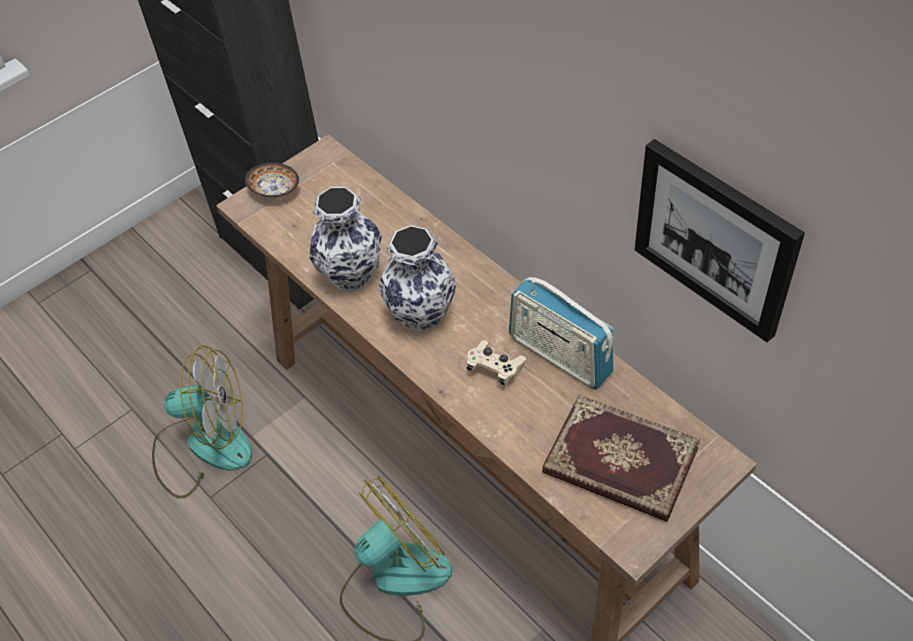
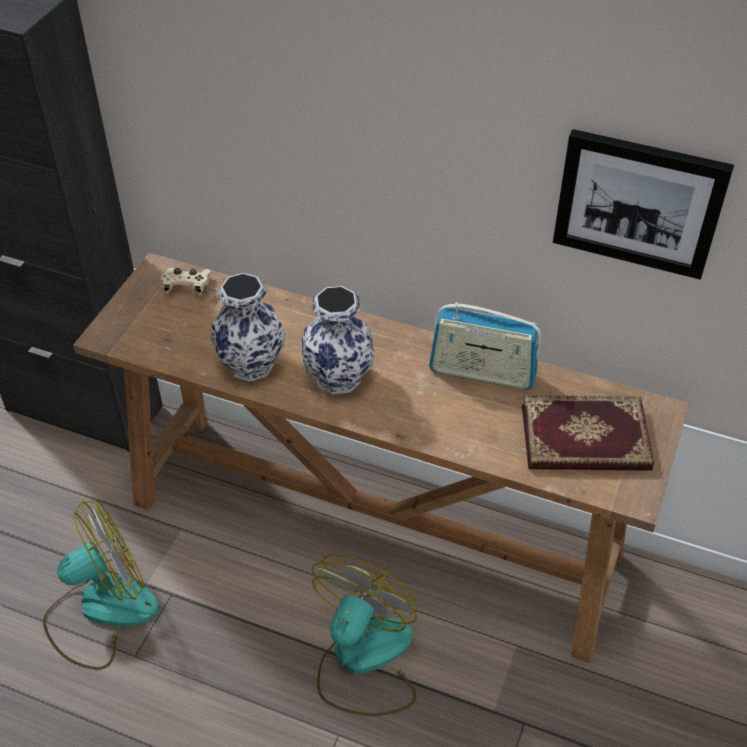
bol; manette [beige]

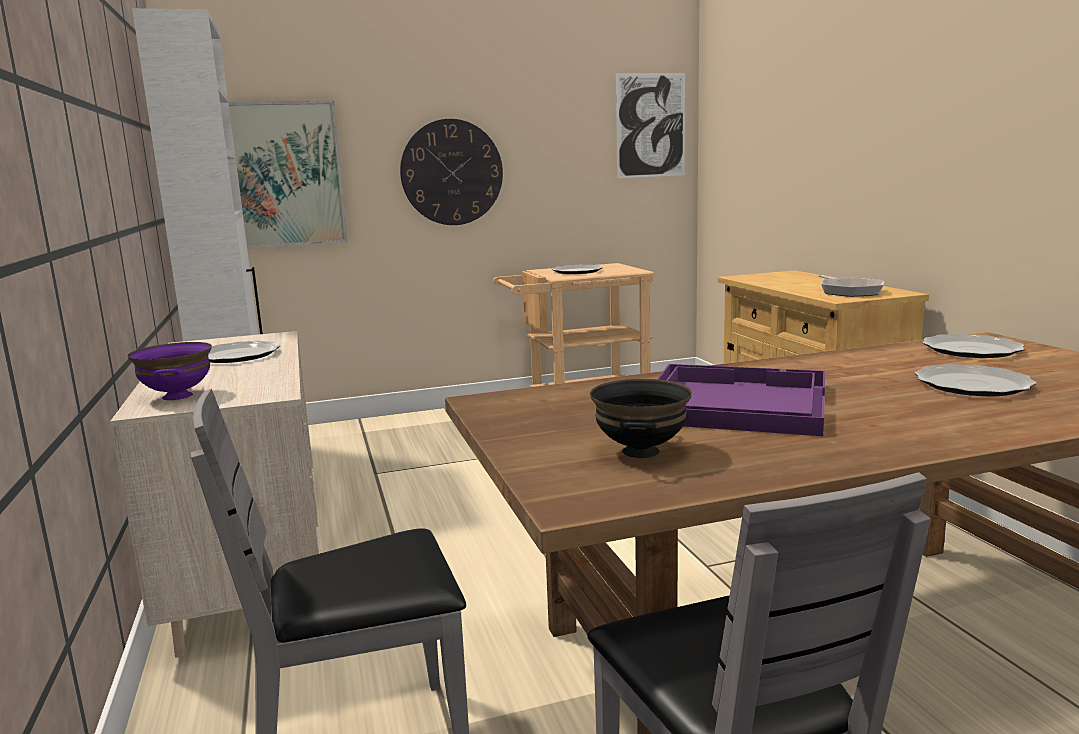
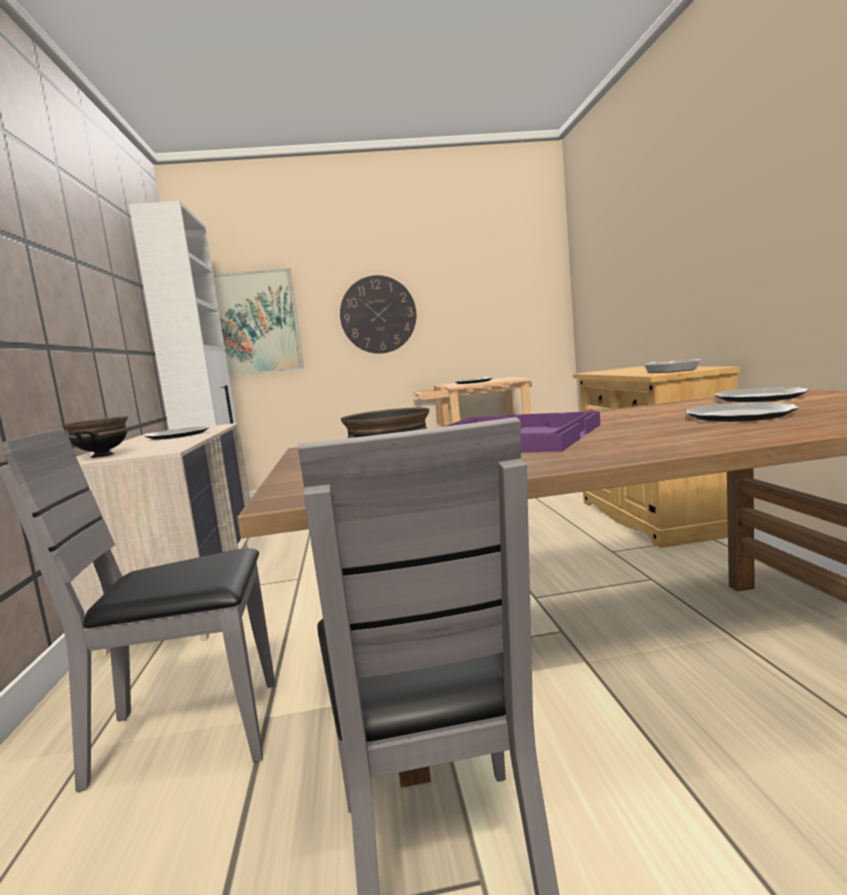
tableau (no. 2 from left in the first image); bol [noir] (no. 1 from left)

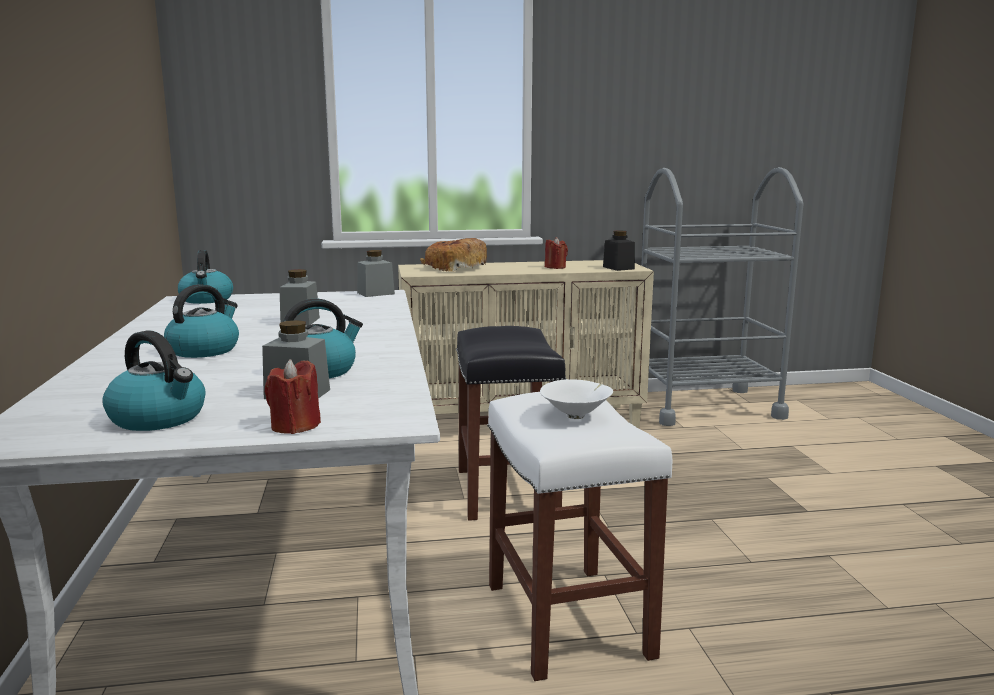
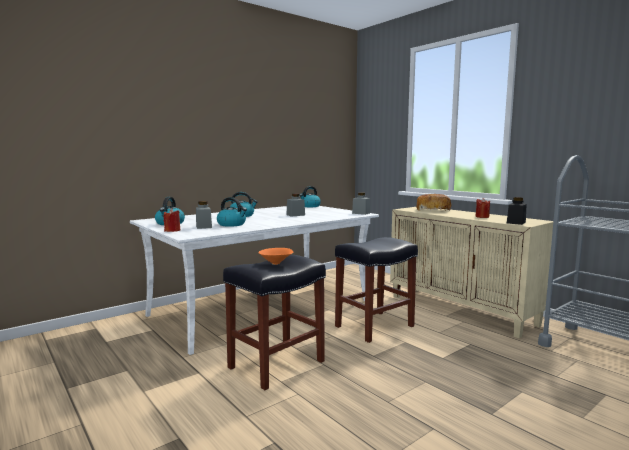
bol [orange]; tabouret [noir] (no. 1 from left)

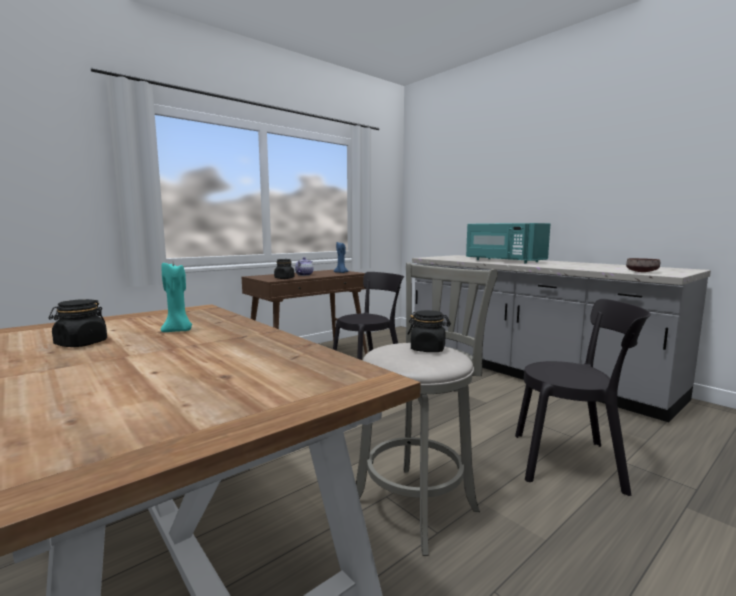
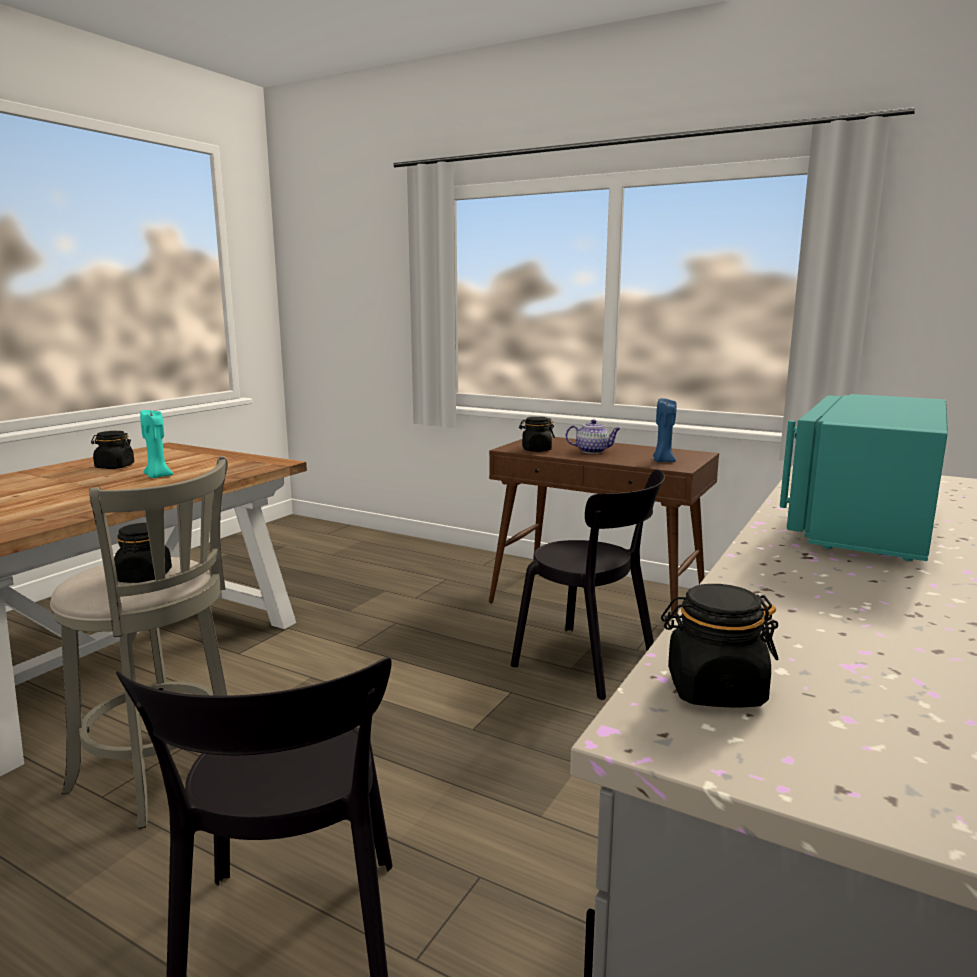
bocal [noir] (no. 4 from left)

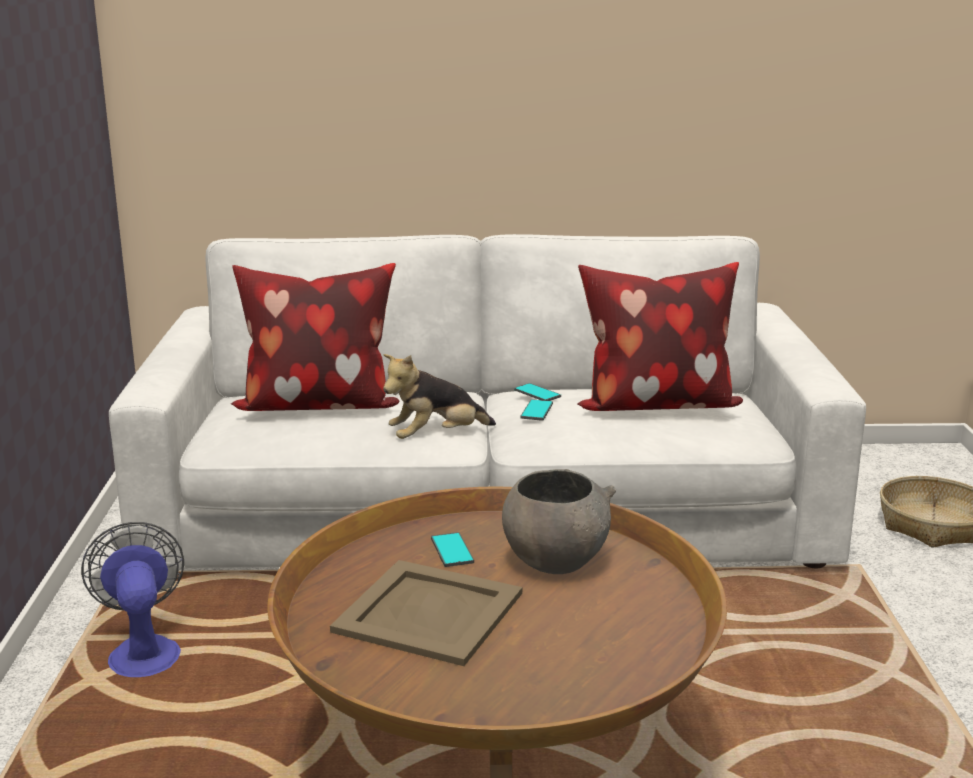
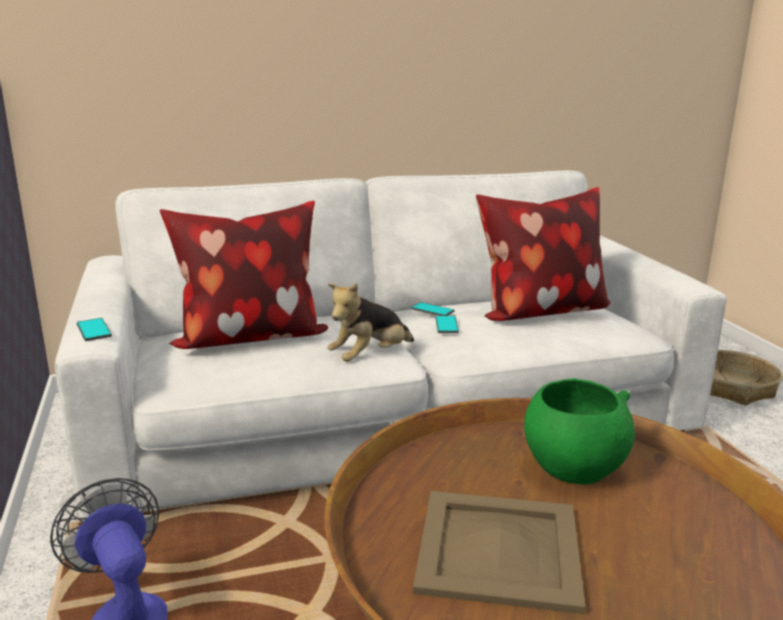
bol [vert]; téléphone (no. 1 from left)

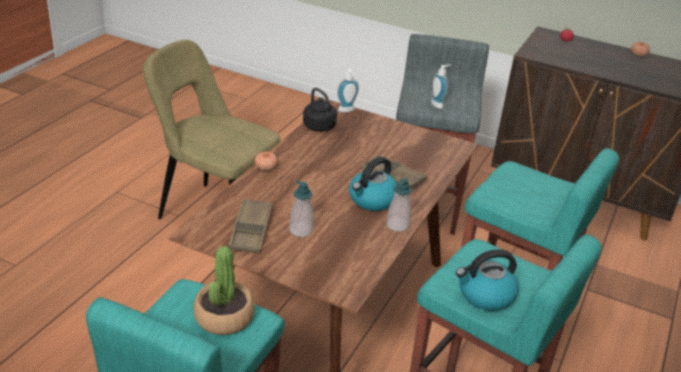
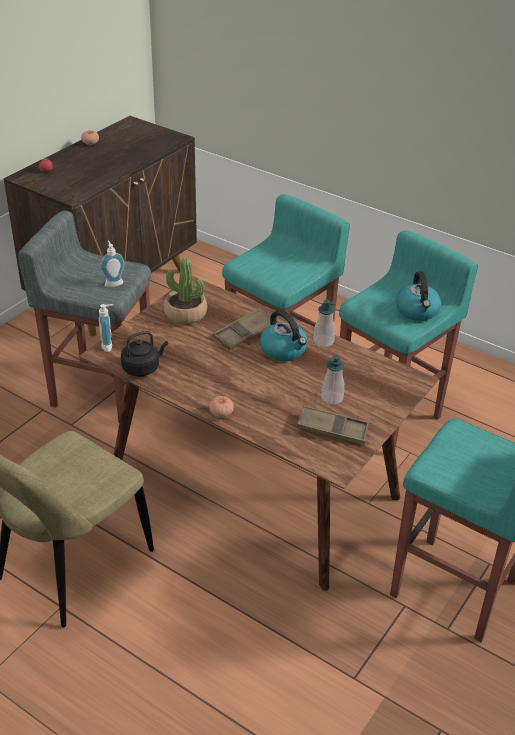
plante en pot

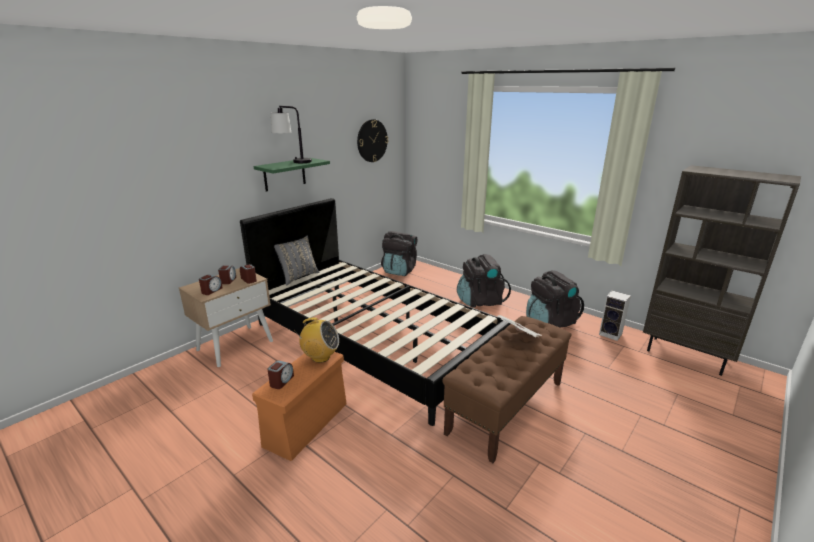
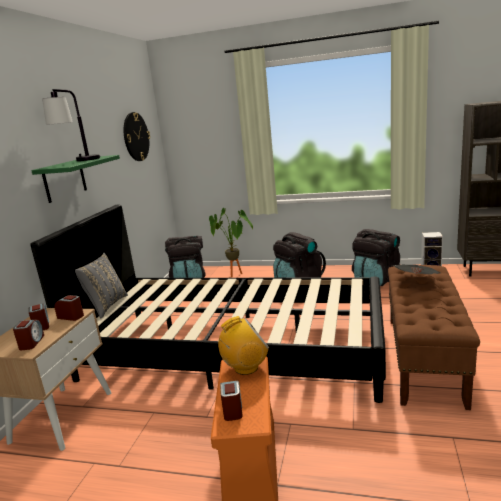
plante en pot

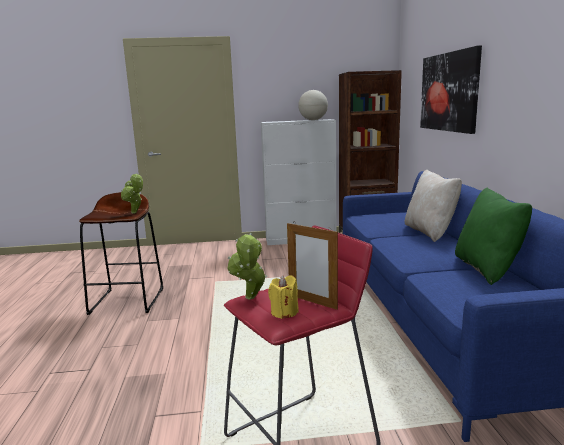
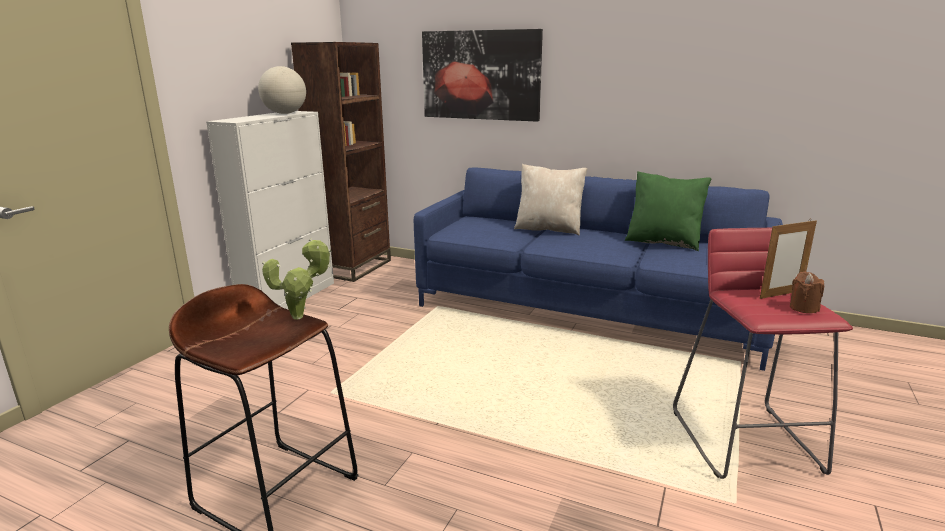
plante en pot (no. 2 from left in the first image); bougie [marron]

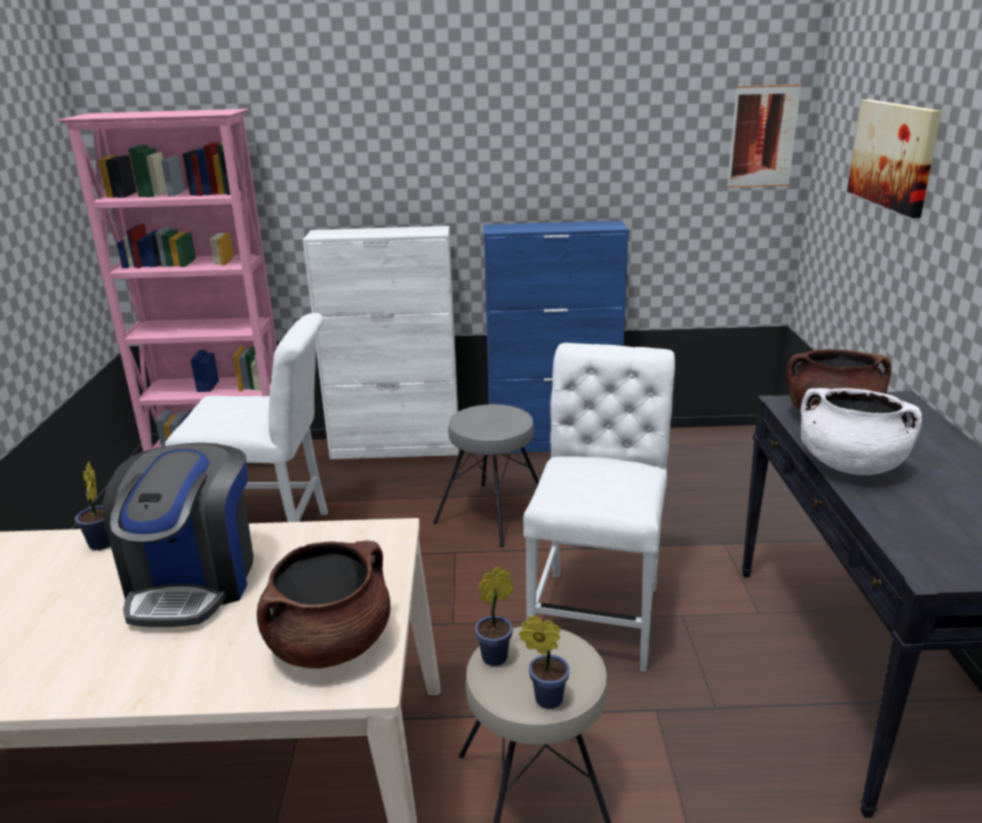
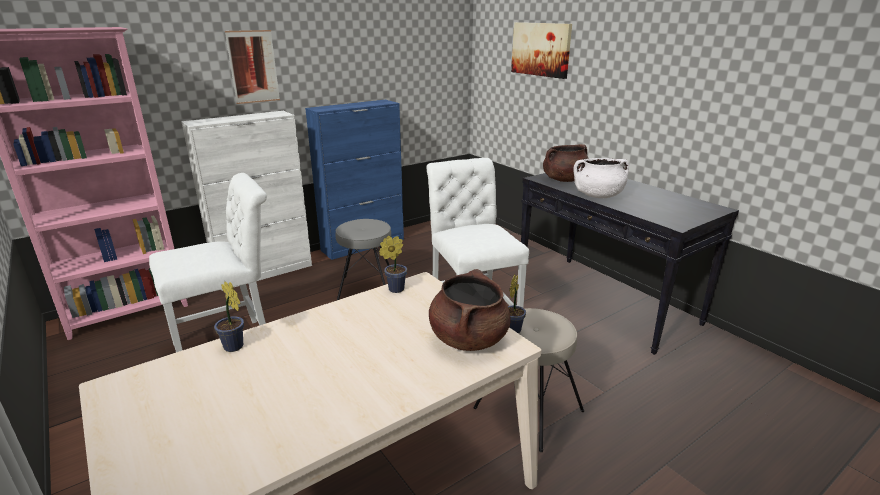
tableau (no. 1 from left); machine à café; plante en pot (no. 2 from left)

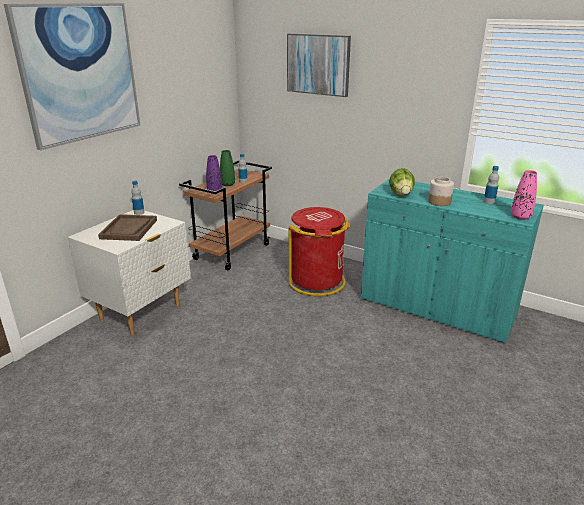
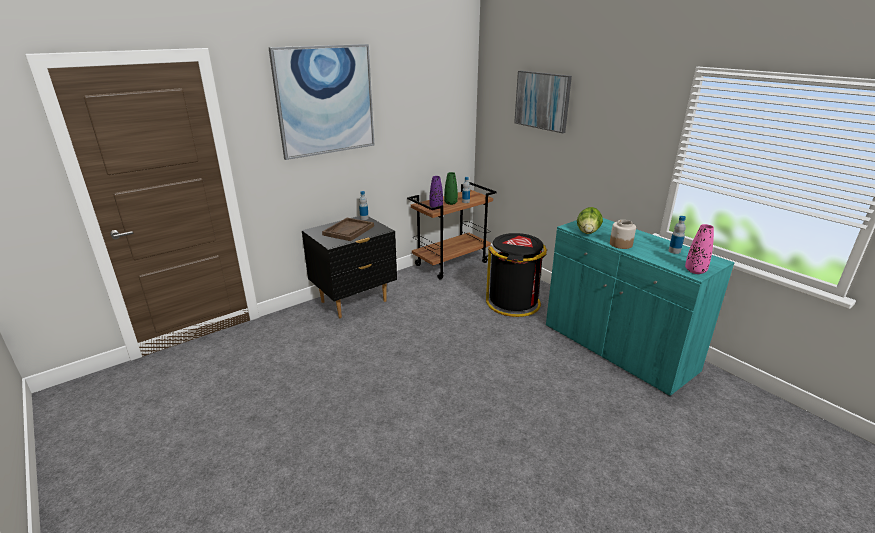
poubelle [noir]; table de chevet [noir]

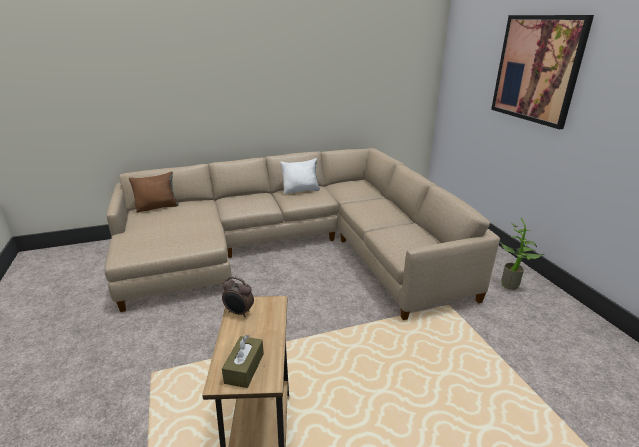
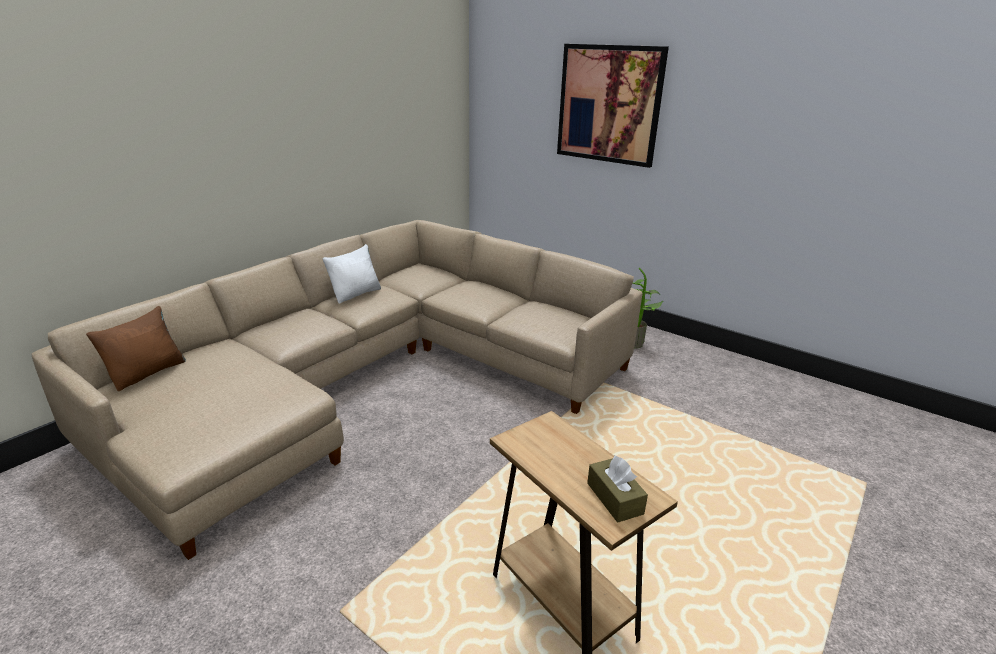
réveil

